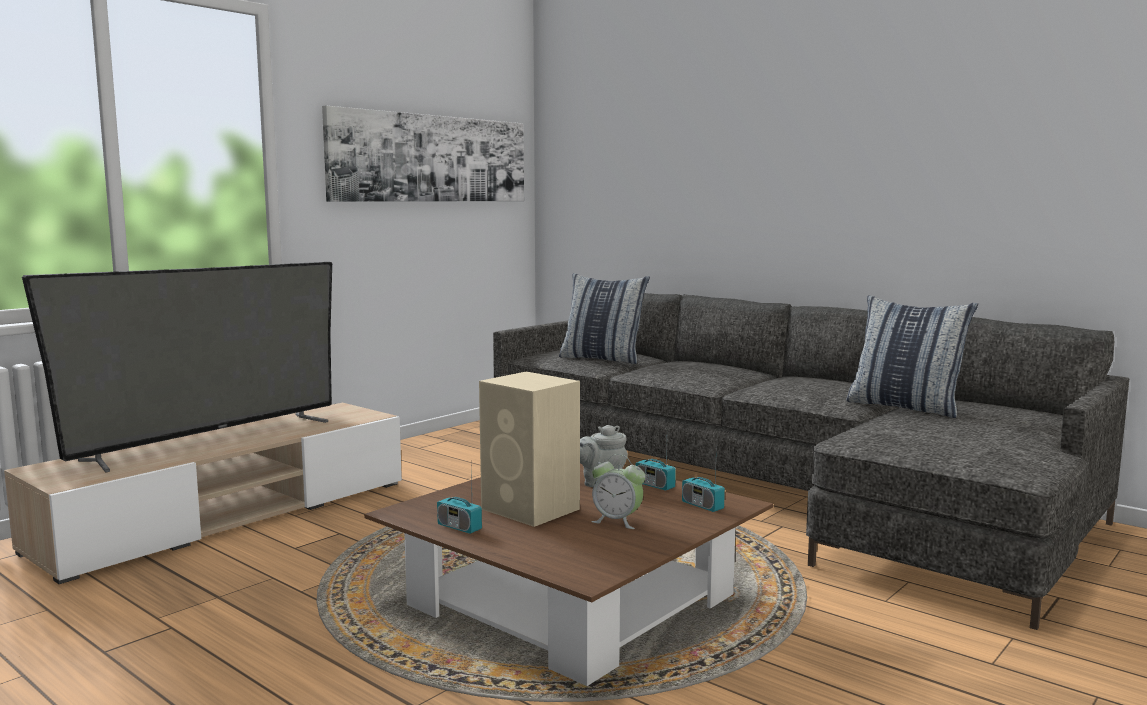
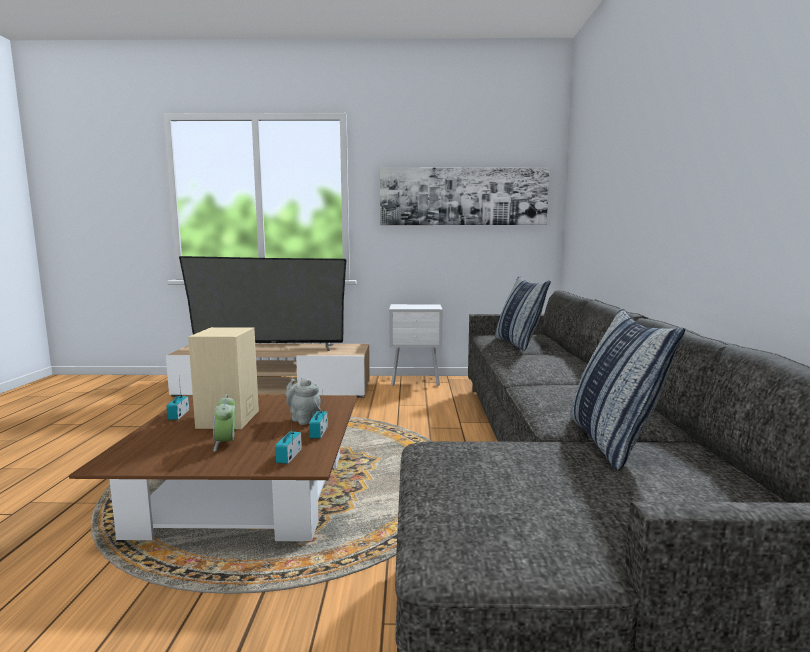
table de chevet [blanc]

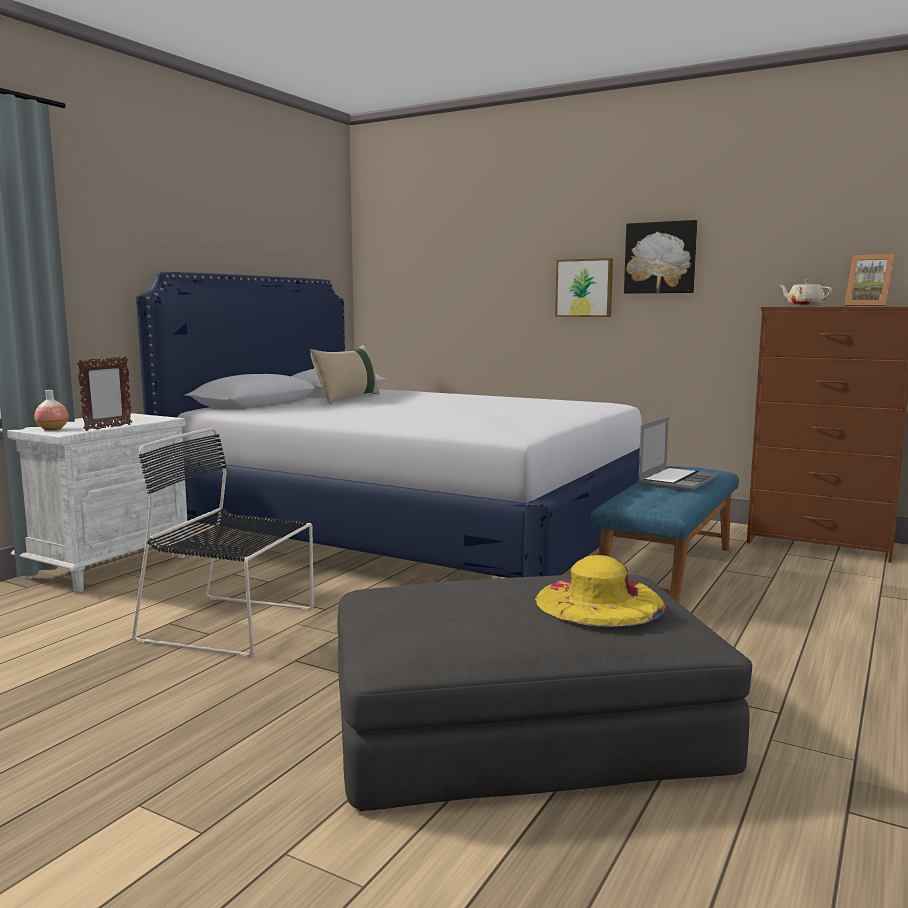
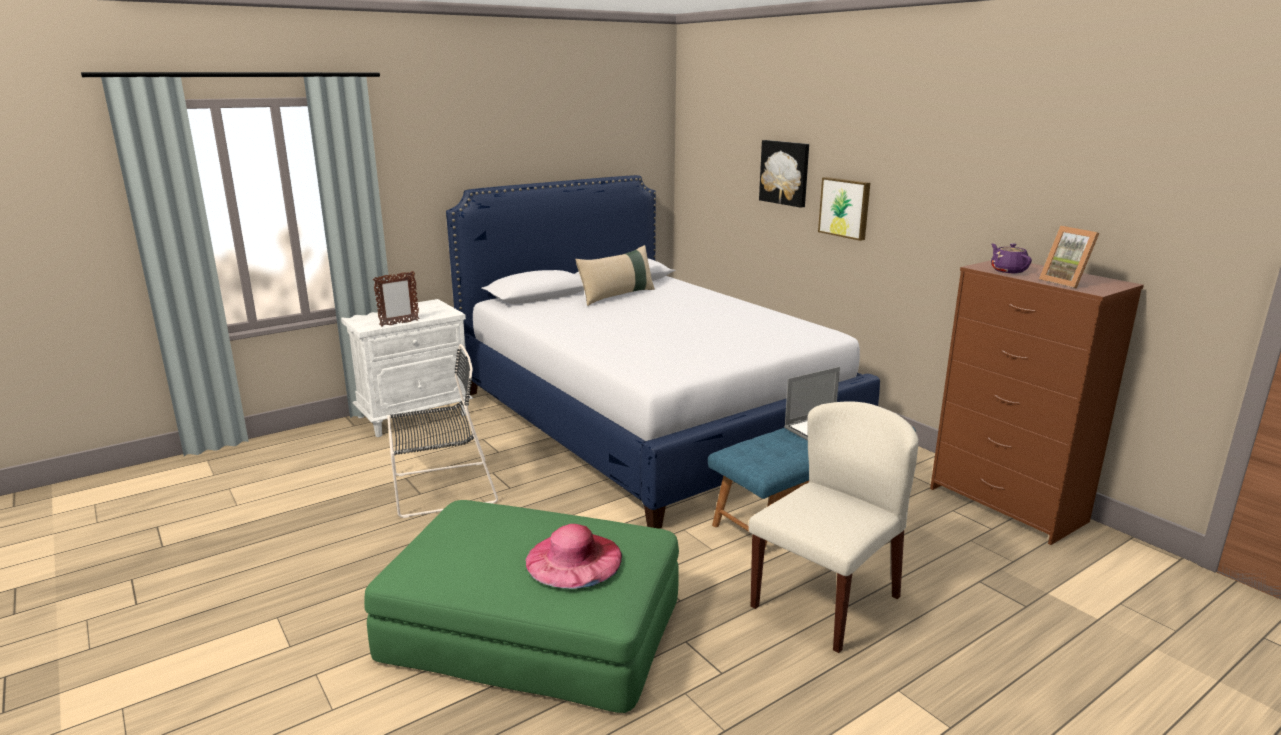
tableau (no. 1 from left); théière [violet]; vase; chaise [noir]; chapeau [rose]; pouf [vert]; chaise [beige]

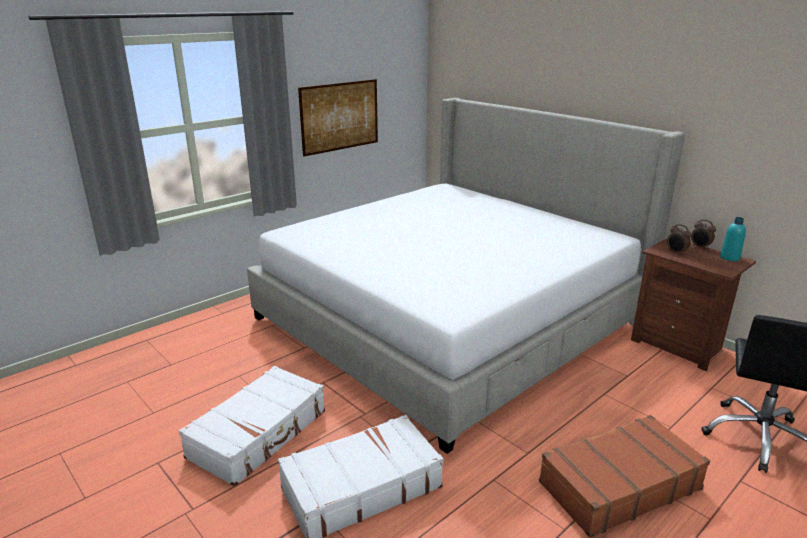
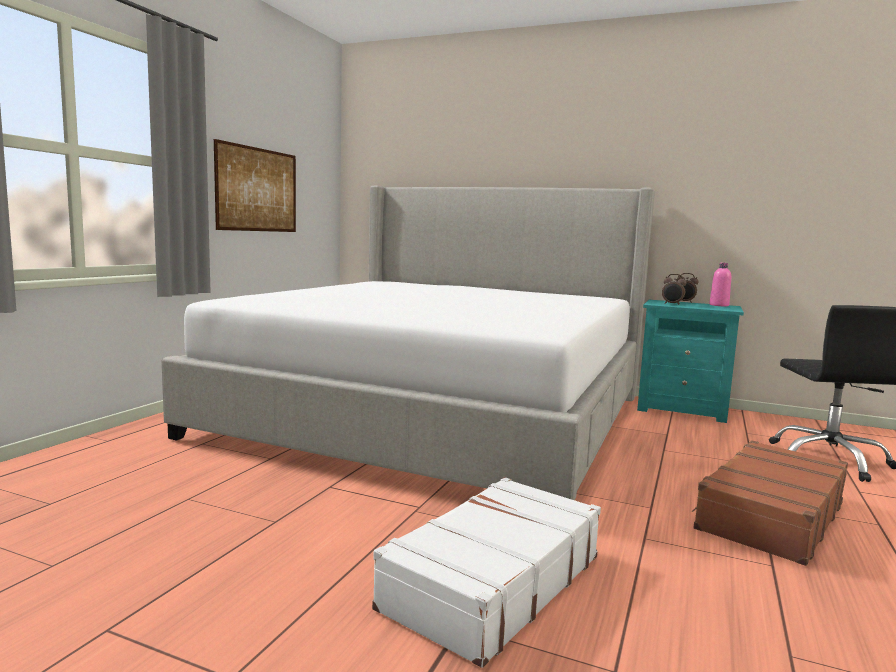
bouteille [rose]; table de chevet [turquoise]; valise [blanc] (no. 1 from left in the first image)

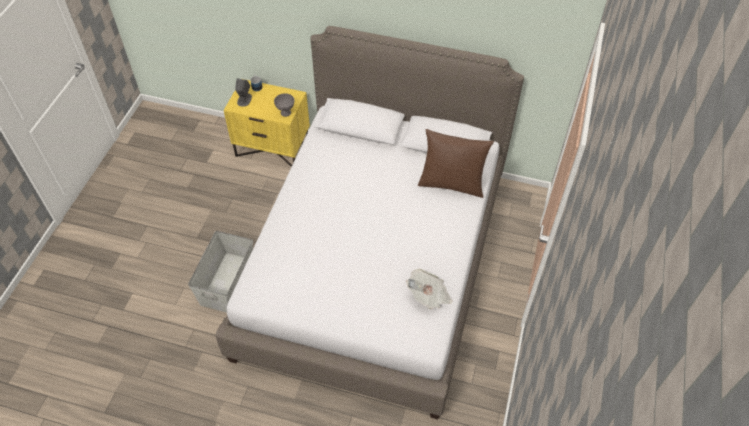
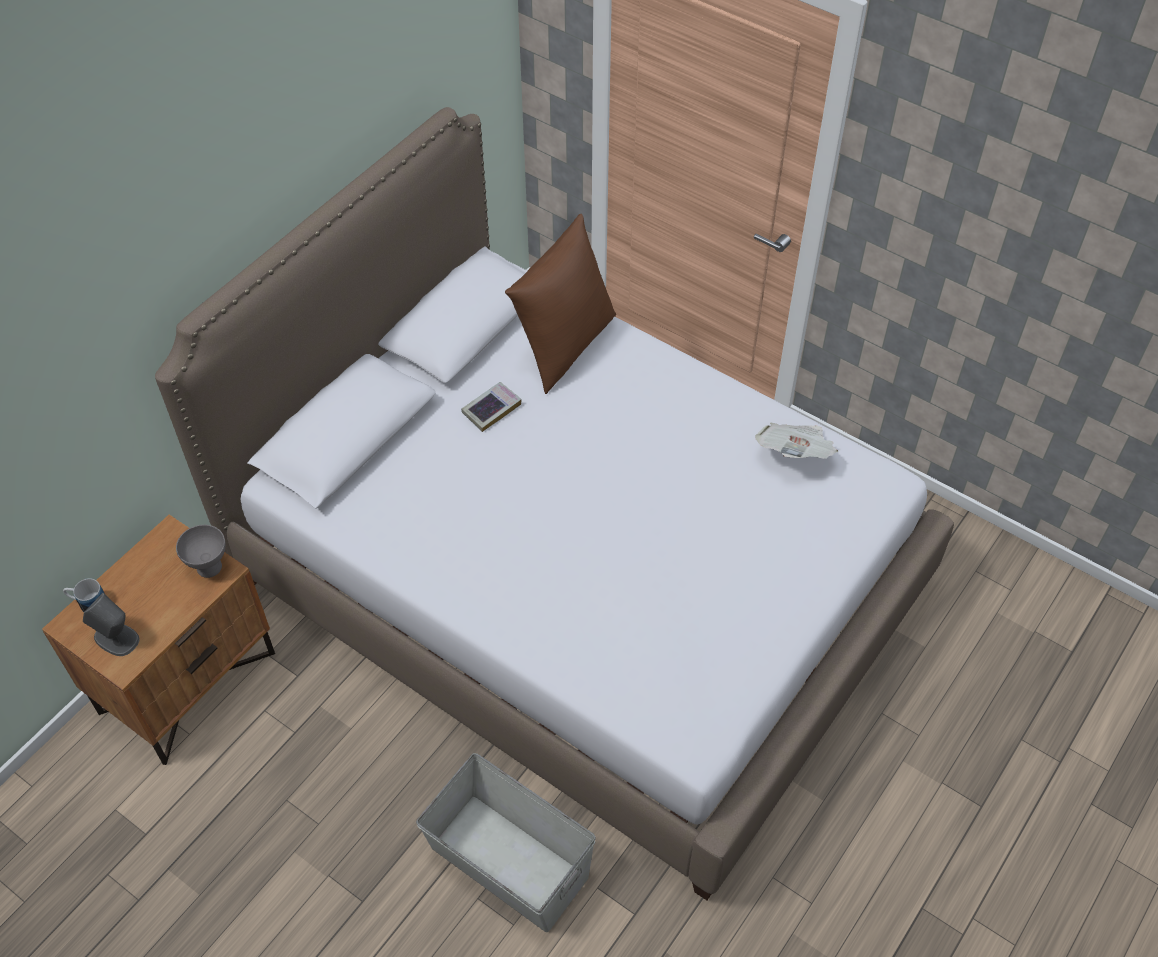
table de chevet [marron]; livre

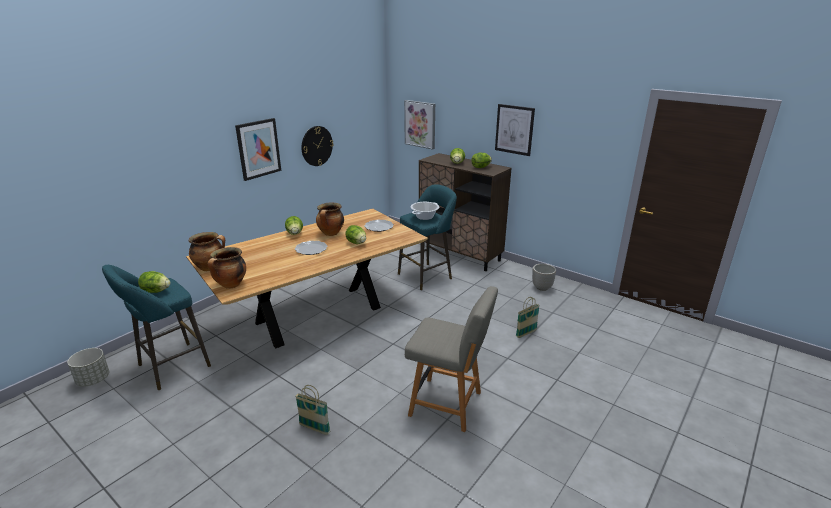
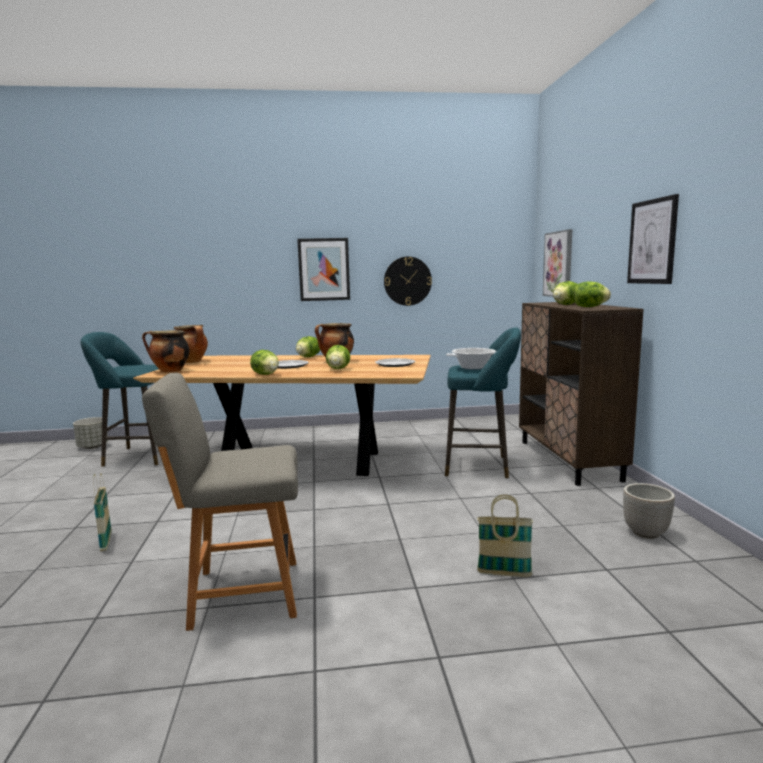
laitue (no. 1 from left); chaise [gris]

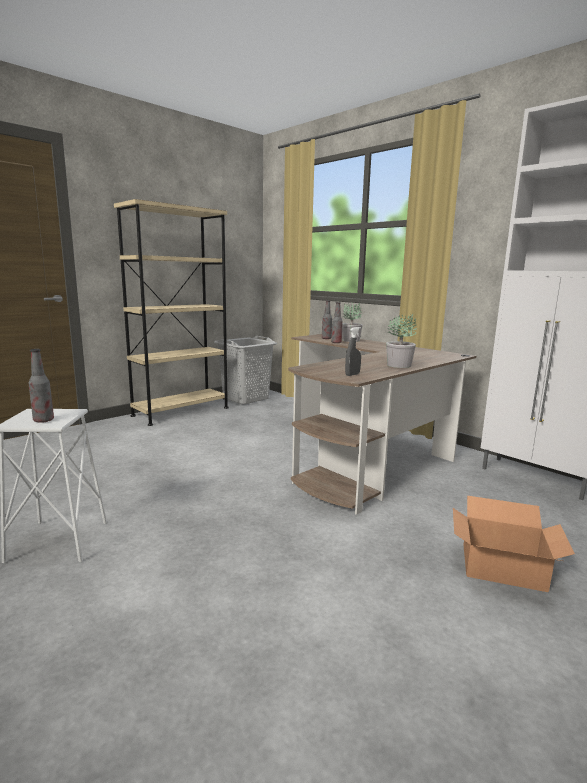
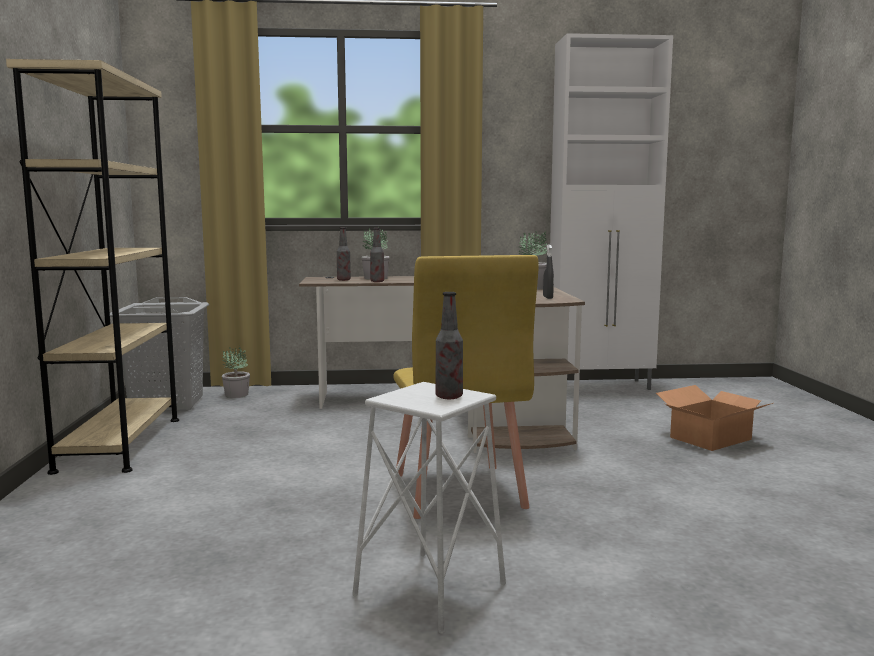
chaise [jaune]; plante en pot (no. 1 from left)

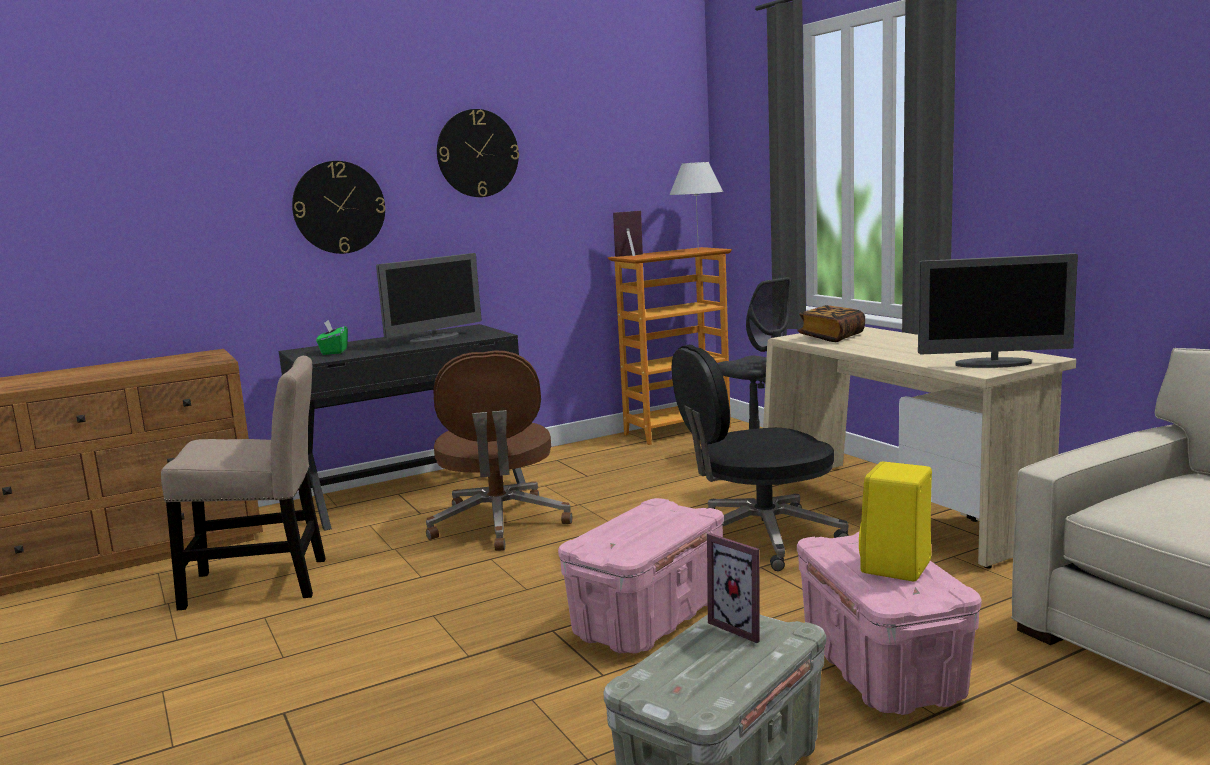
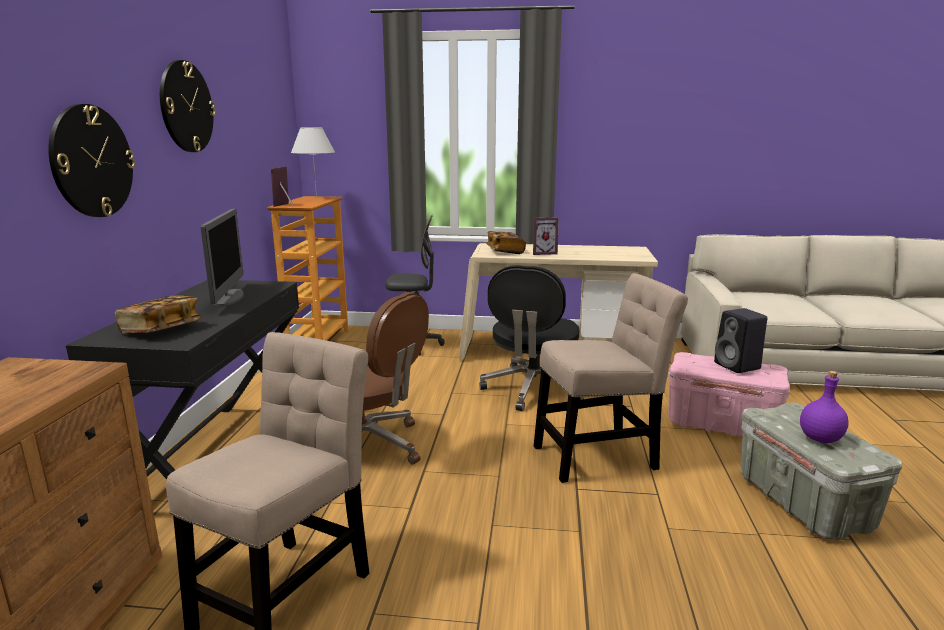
écran d'ordinateur (no. 2 from left in the first image); livre (no. 1 from left); enceinte [noir]; chaise [beige] (no. 2 from left); cadre photo (no. 2 from left); bouteille [violet]

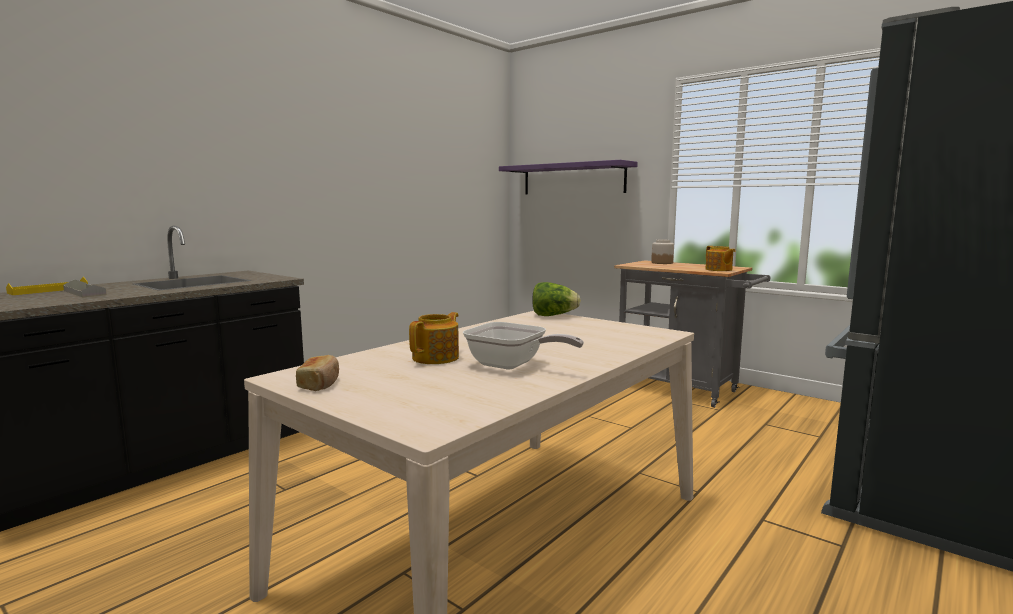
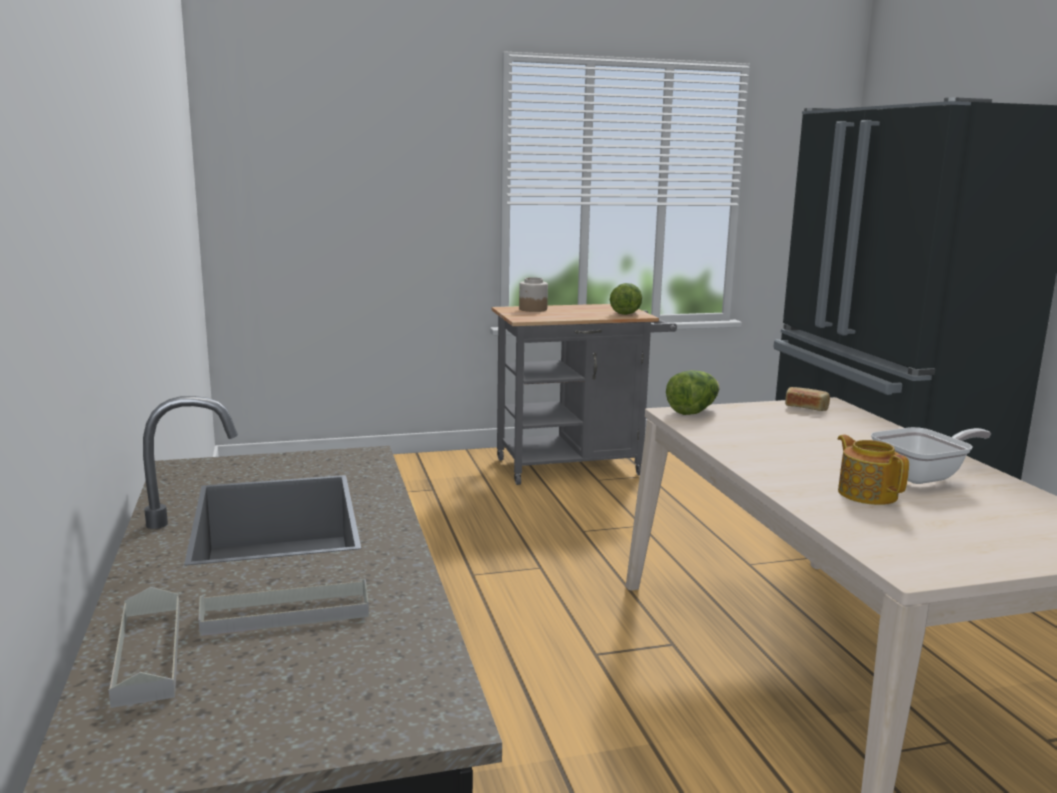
étagère [violet]; laitue (no. 1 from left); plateau [gris] (no. 1 from left); pain

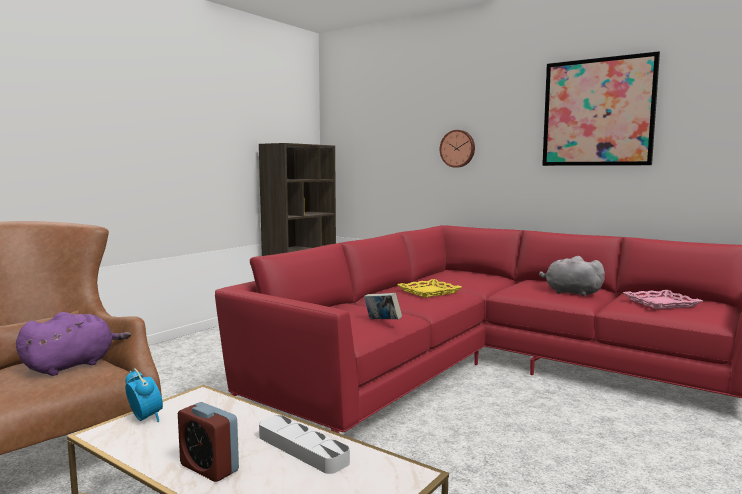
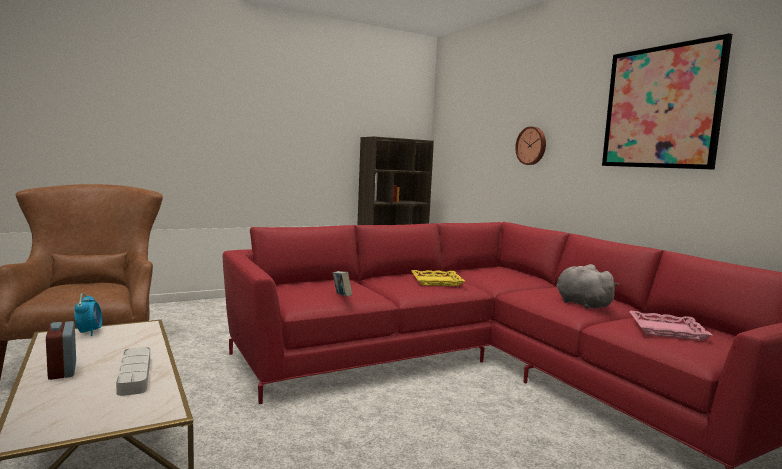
peluche [violet]

